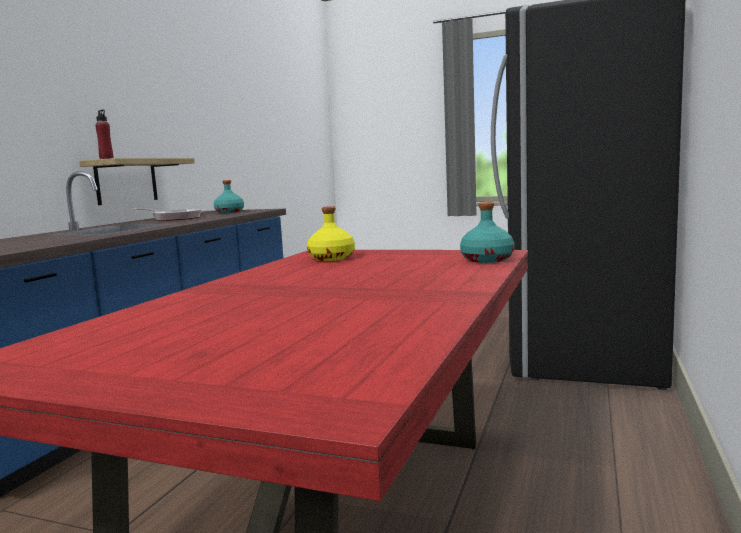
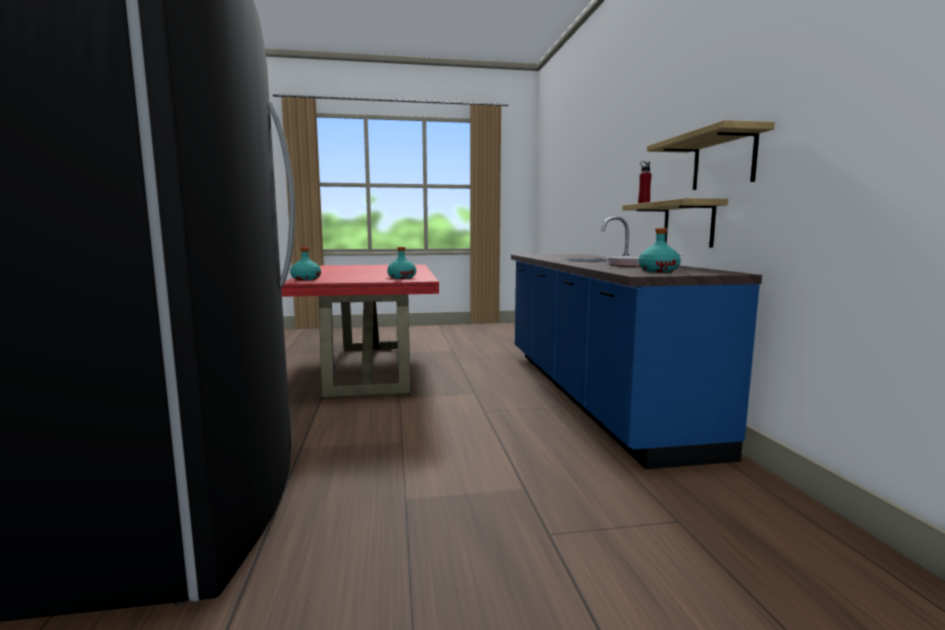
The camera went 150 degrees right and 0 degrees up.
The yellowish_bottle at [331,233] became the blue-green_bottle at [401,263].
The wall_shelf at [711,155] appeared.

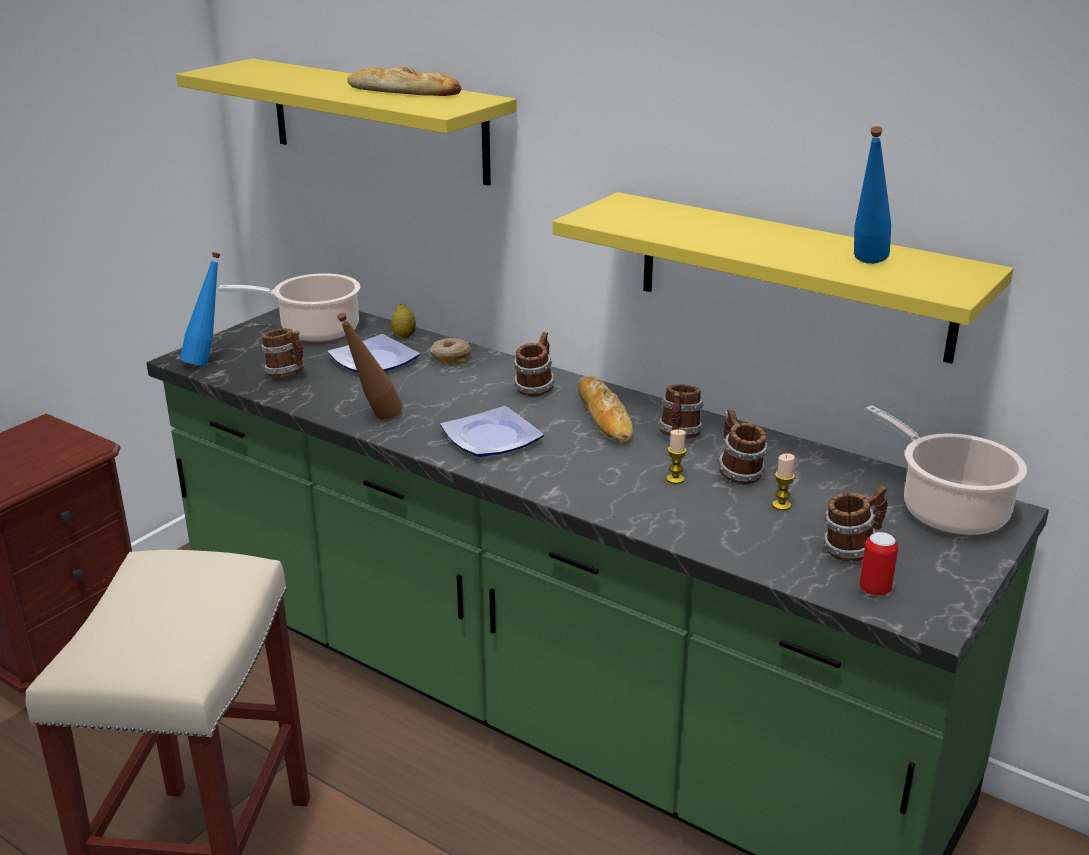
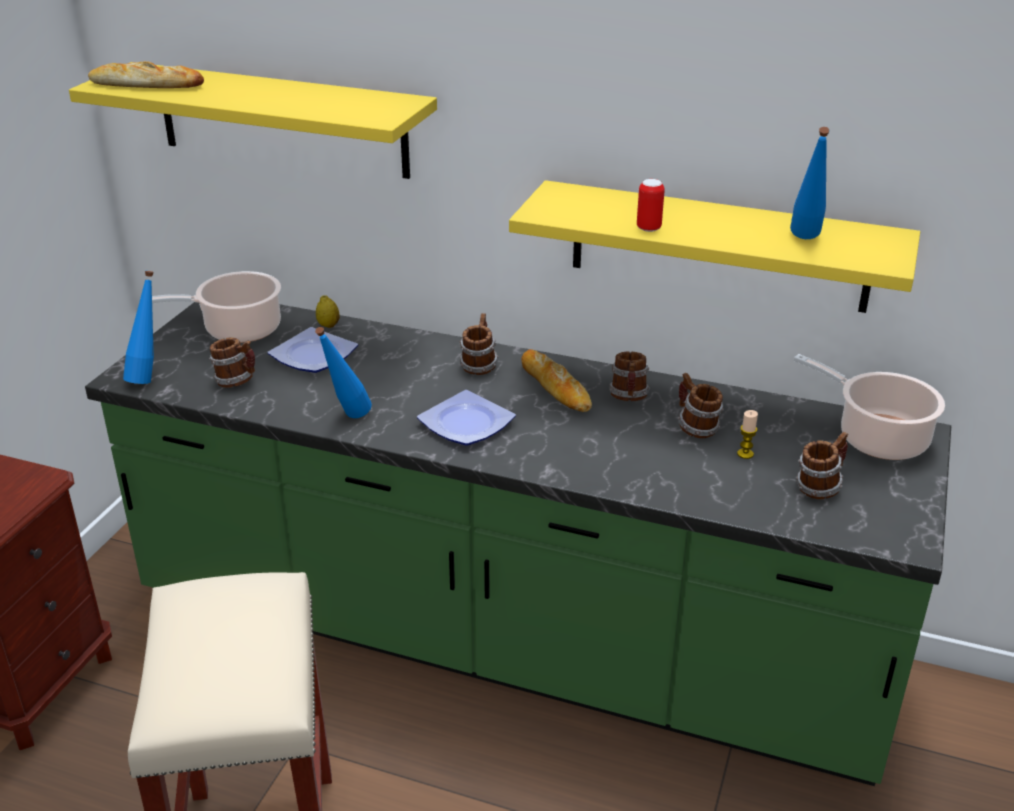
The camera went 15 degrees left and 5 degrees up.
The bakery_bread moved from [404,81] to [146,74].
The brown_bottle at [370,366] became the blue_bottle at [343,372].
The sealed_can moved from [879,564] to [651,205].
The ring_doughnut at [450,351] disappeared.
The candle at [676,457] disappeared.

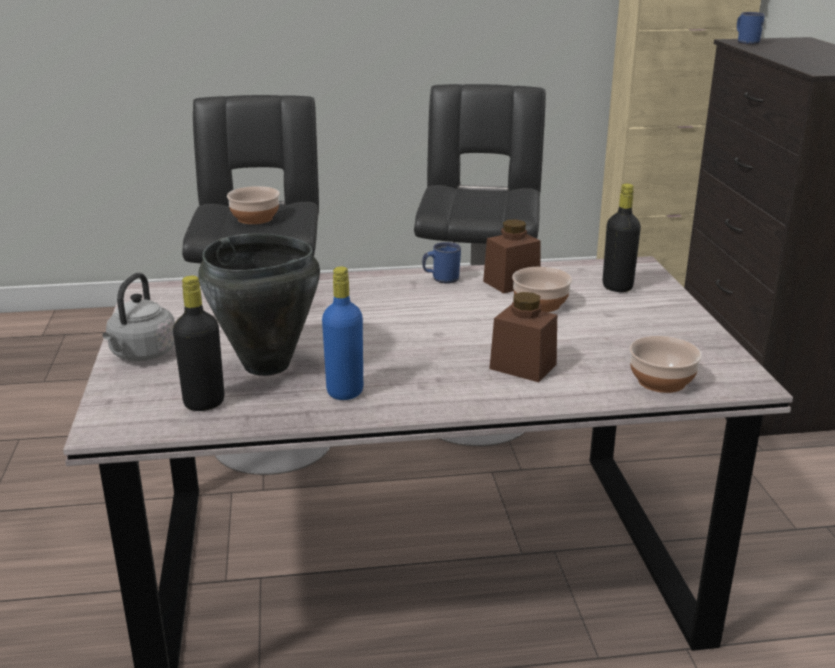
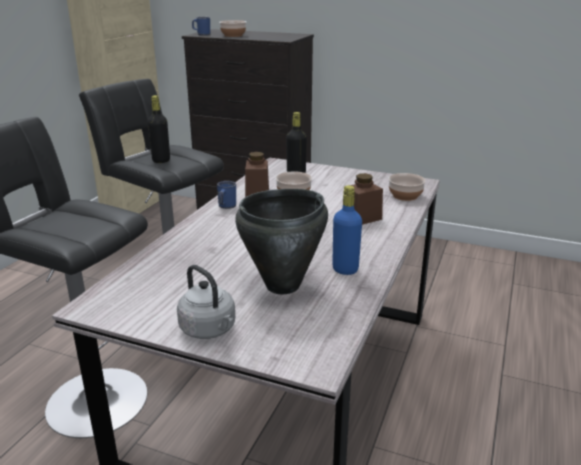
The camera went 60 degrees left and 0 degrees up.
The black_bottle moved from [198,343] to [158,129].
The deep_dish moved from [253,205] to [232,28].

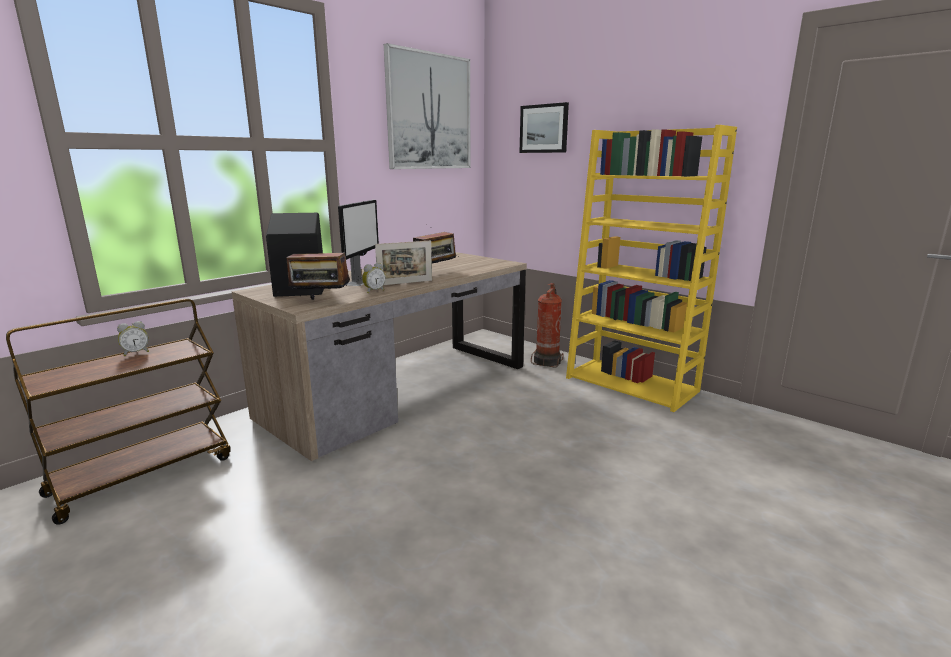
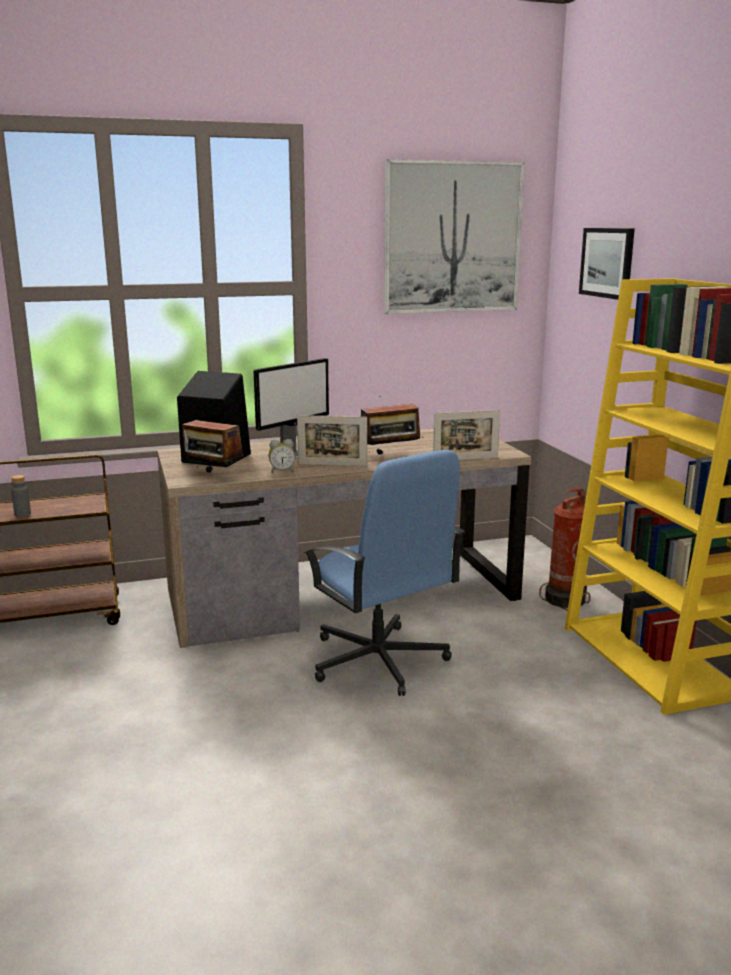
The camera went 30 degrees right and 0 degrees up.
The greyish_bottle at [21,496] appeared.
The blue_office_chair at [384,573] appeared.
The picture_frame at [466,435] appeared.
The bedside_clock at [133,338] disappeared.

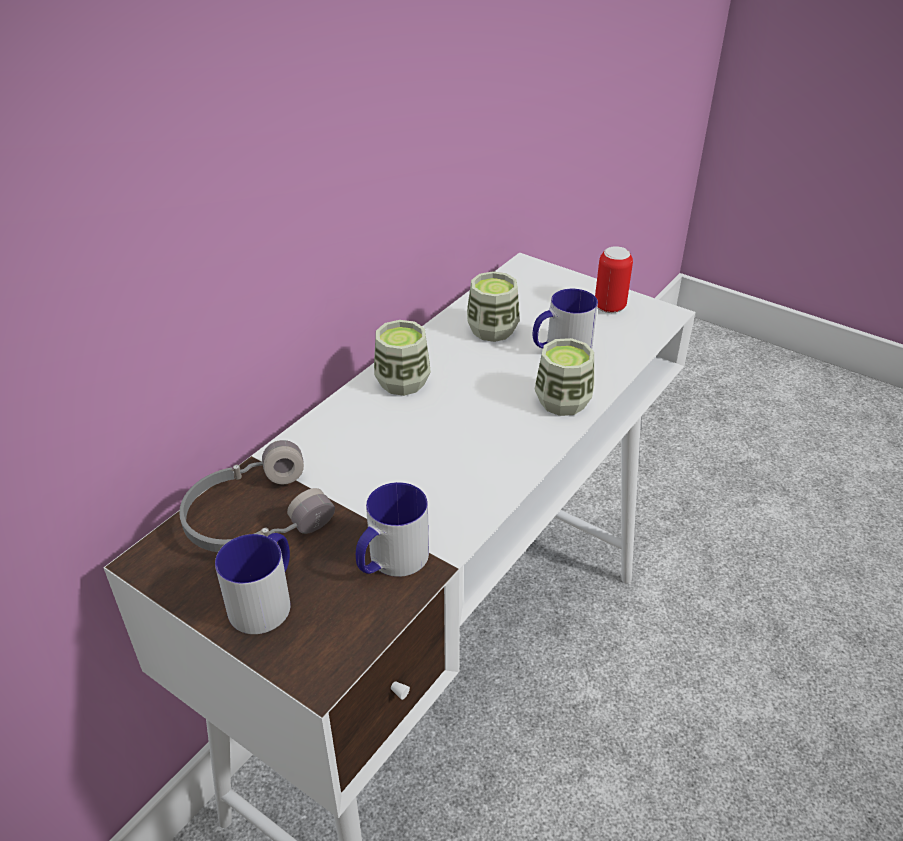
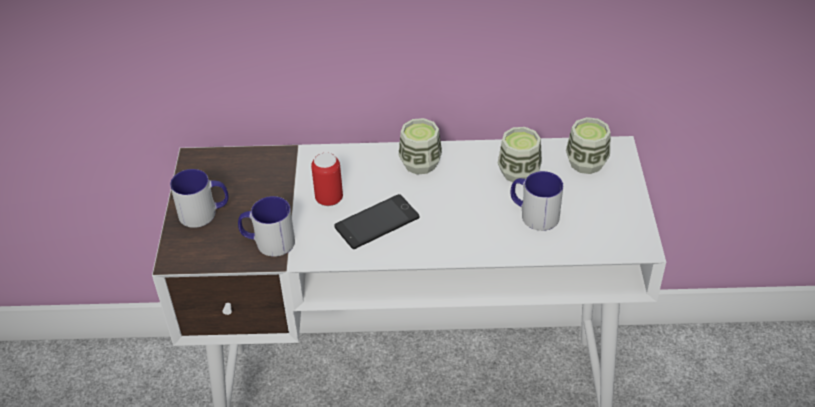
The camera went 55 degrees right and 5 degrees up.
The sealed_can moved from [614,279] to [327,179].
The telephone at [376,221] appeared.
The drinking_cup moved from [564,377] to [588,145].
The greyish_pair_of_headphones at [257,496] disappeared.

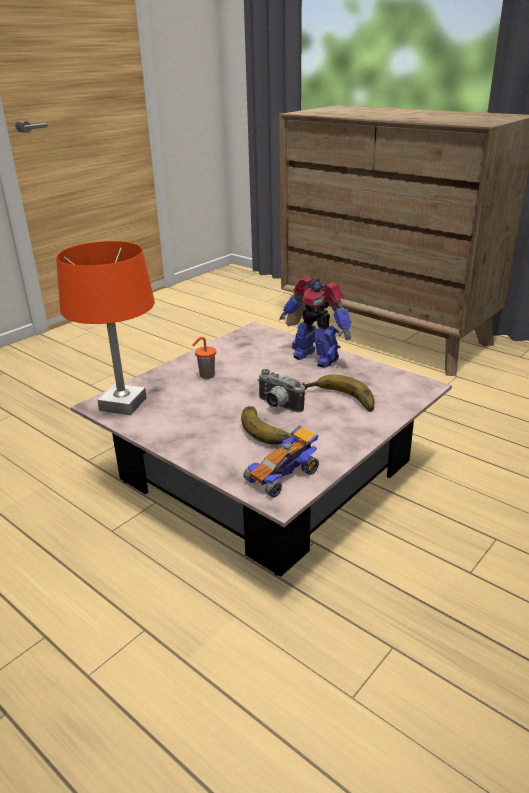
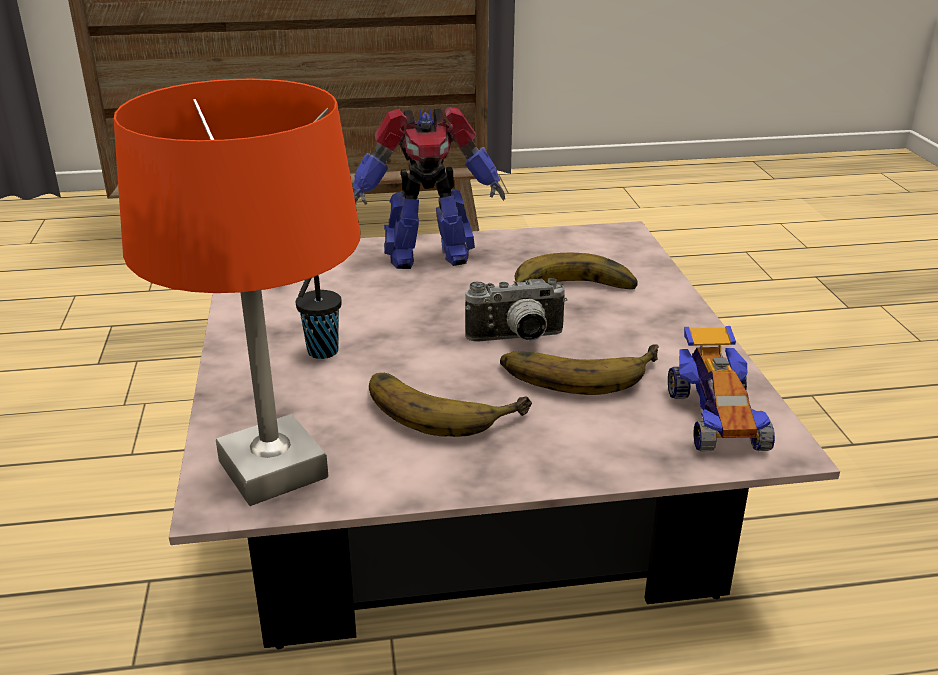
The camera went 50 degrees left and 0 degrees up.
The orange-coloured_drinking_cup at [204,358] became the black_drinking_cup at [319,317].
The banana at [450,405] appeared.

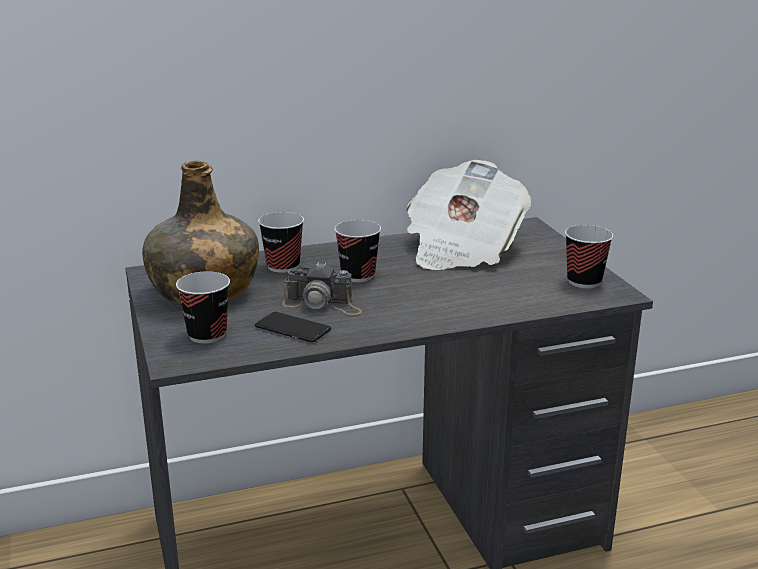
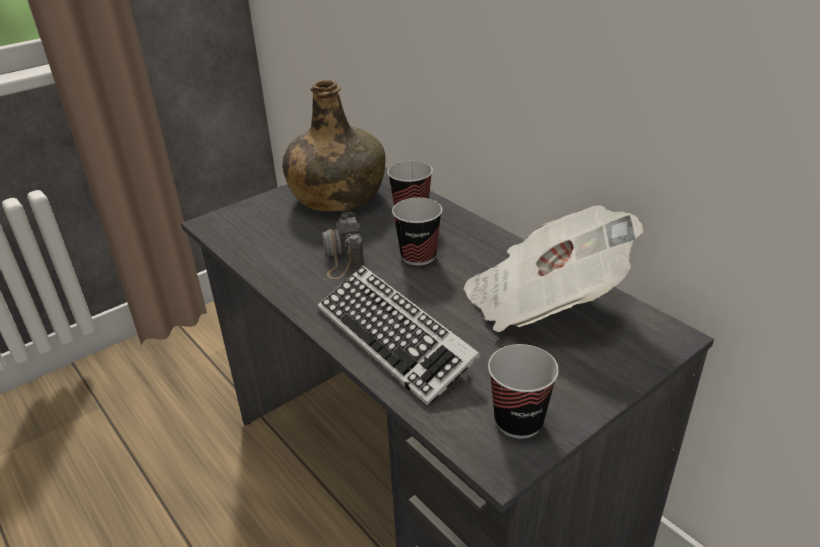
The camera went 70 degrees right and 10 degrees up.
The computer_keyboard at [399,336] appeared.
The drinking_cup at [203,307] disappeared.
The telephone at [293,327] disappeared.

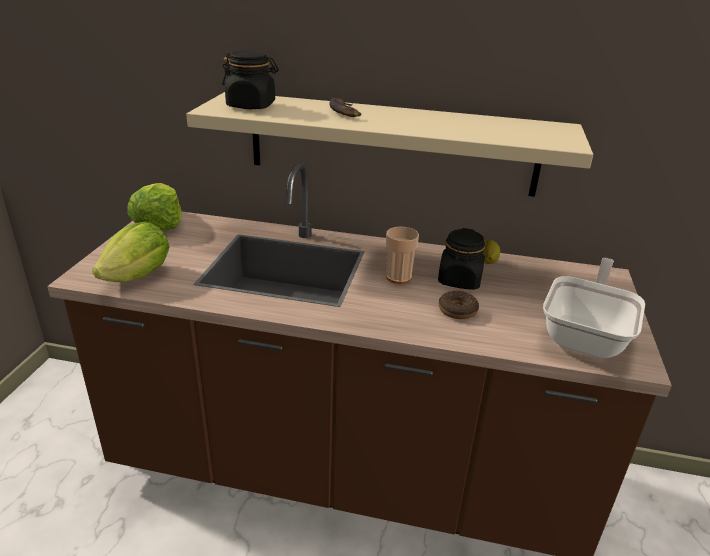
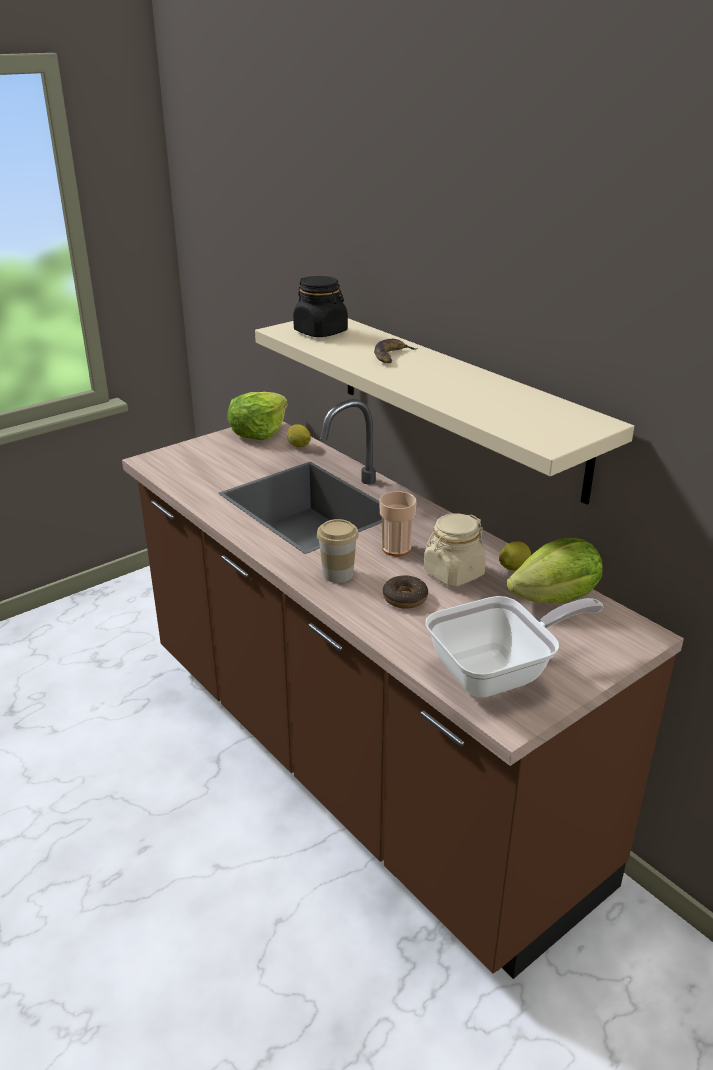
The camera went 40 degrees right and 0 degrees up.
The lemon at [299,435] appeared.
The drinking_cup at [338,551] appeared.
The black_storage_jar at [461,259] became the beige_storage_jar at [455,550].
The lettuce moved from [130,252] to [555,570].

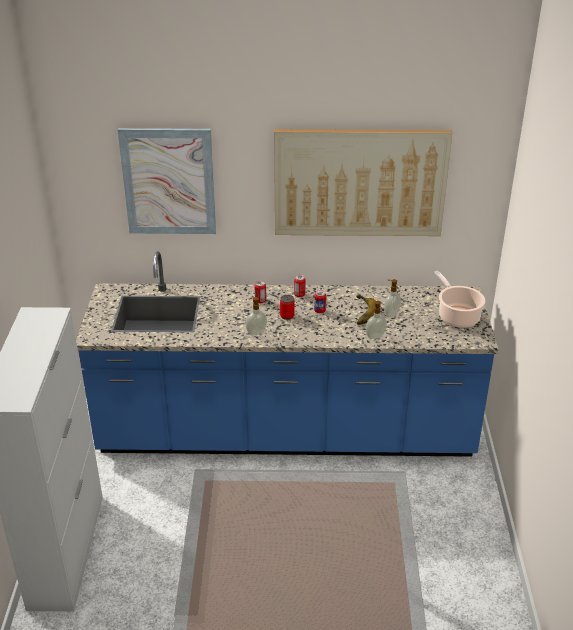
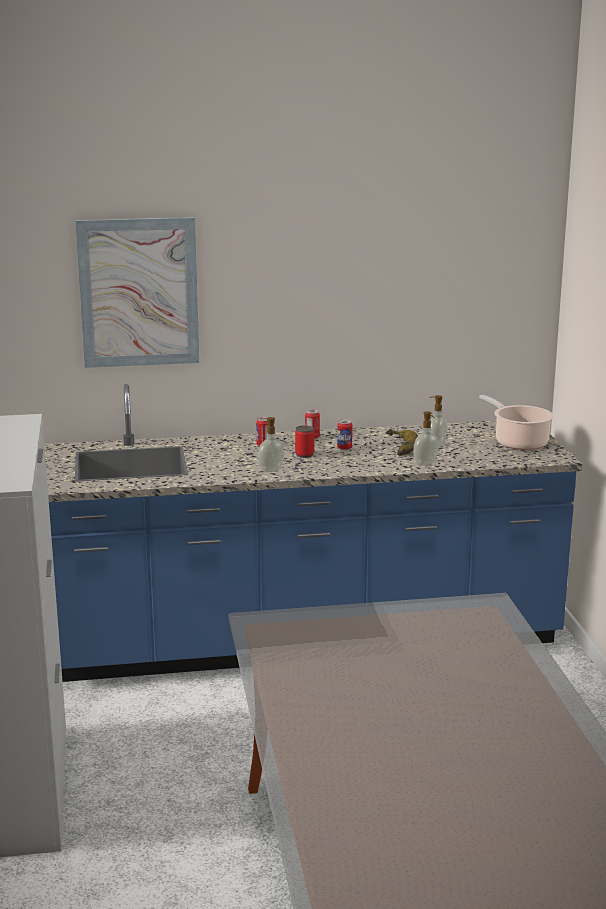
The camera went 10 degrees left and 15 degrees down.
The wall_art at [363,182] disappeared.

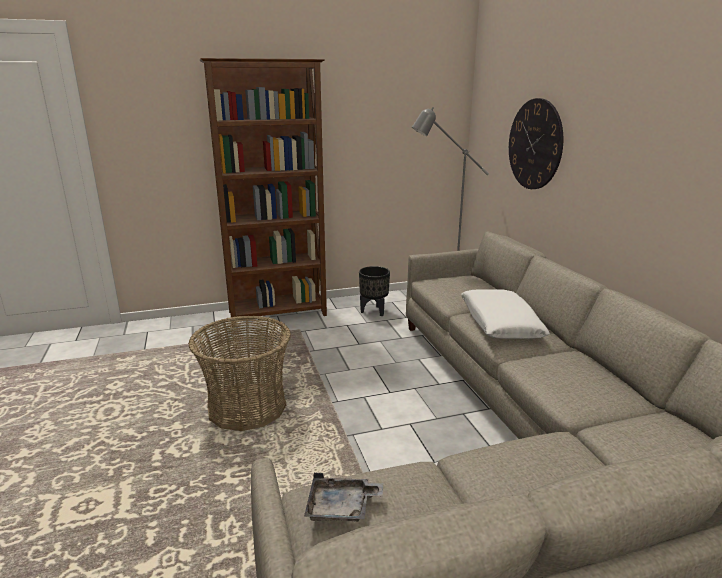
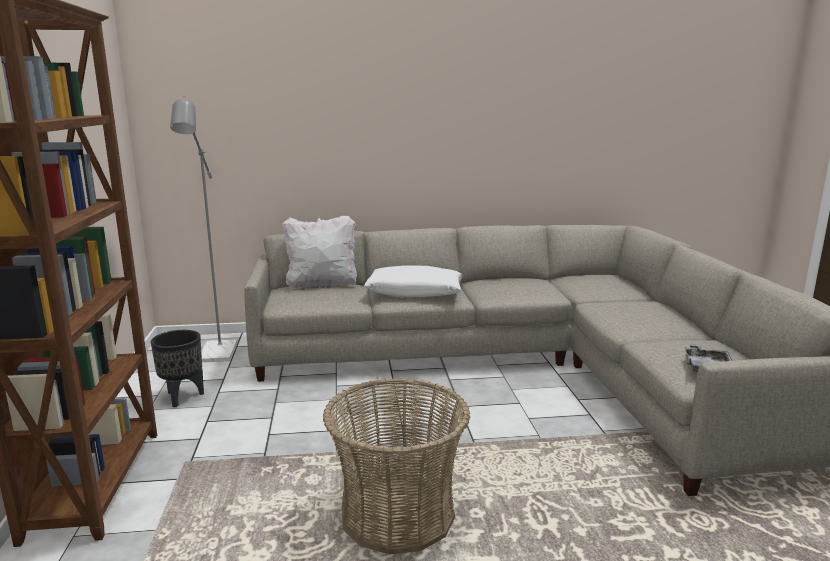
The camera went 80 degrees left and 5 degrees down.
The white-coloured_pillow at [320,253] appeared.
The wall_clock at [536,143] disappeared.

